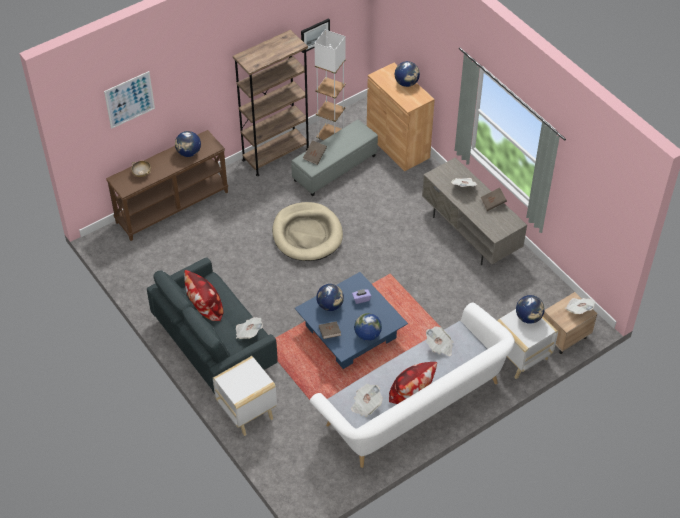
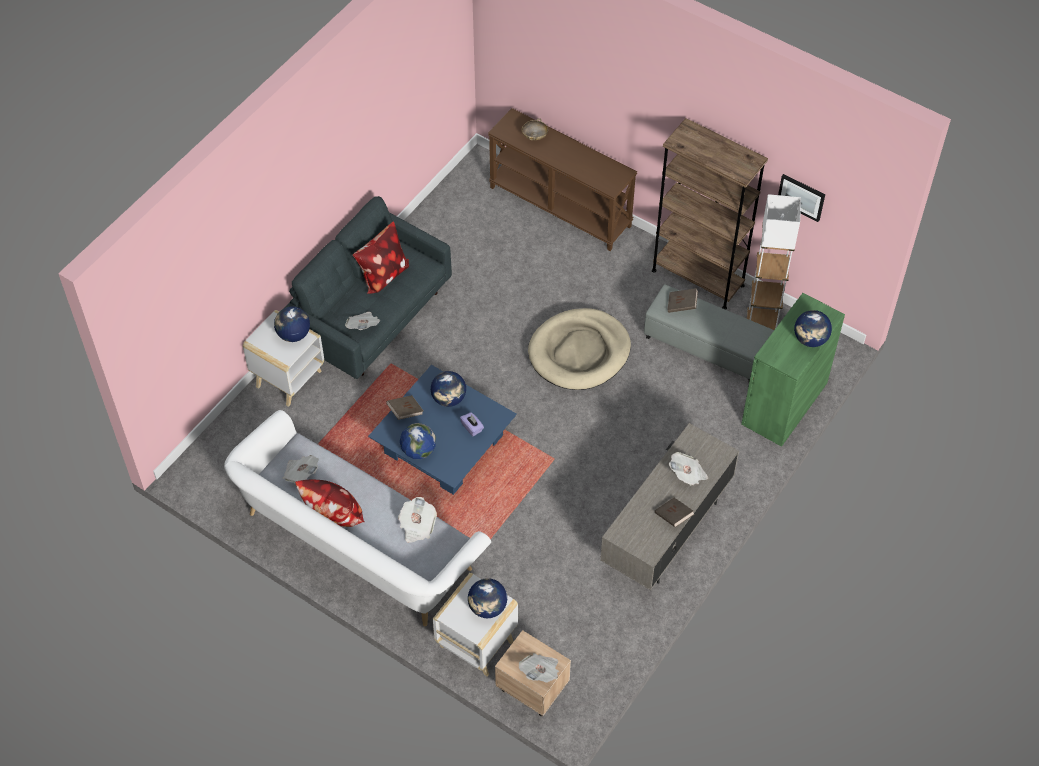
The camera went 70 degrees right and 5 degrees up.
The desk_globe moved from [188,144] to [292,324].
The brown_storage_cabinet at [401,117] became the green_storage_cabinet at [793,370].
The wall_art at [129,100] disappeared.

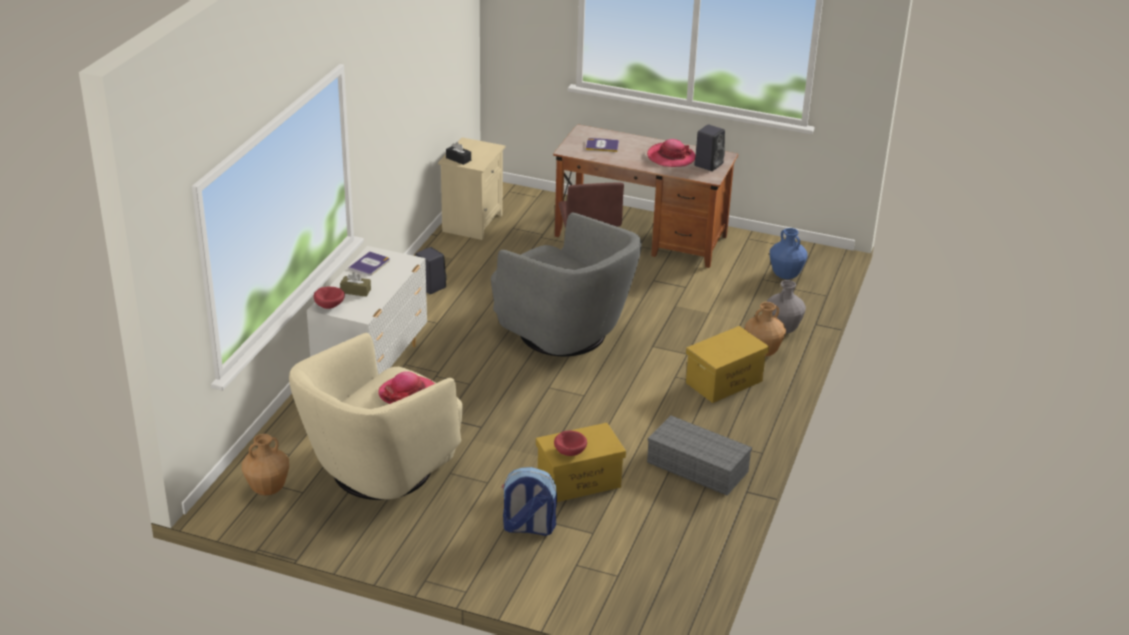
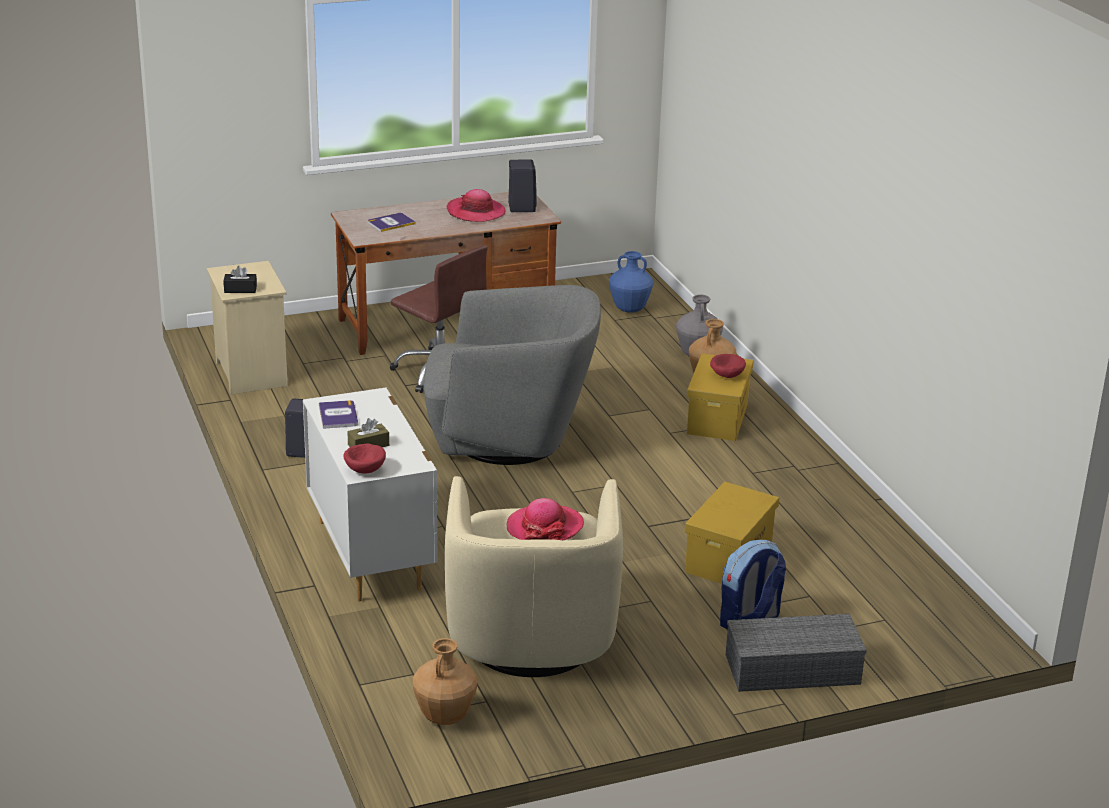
The camera went 40 degrees left and 5 degrees down.
The reddish_deep_dish moved from [570,443] to [728,366].
The greyish_storage_bin moved from [699,455] to [796,653].

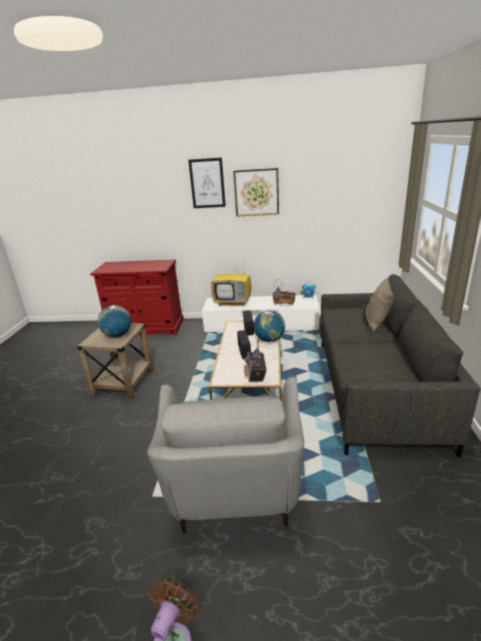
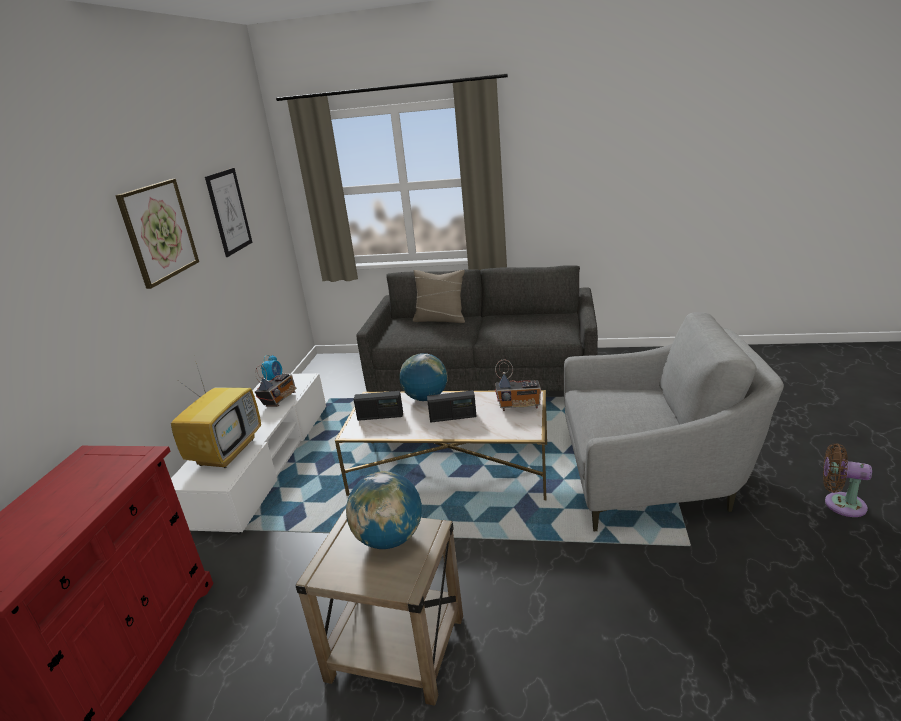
The camera went 85 degrees left and 0 degrees up.
The wall_art moved from [207,183] to [229,212].

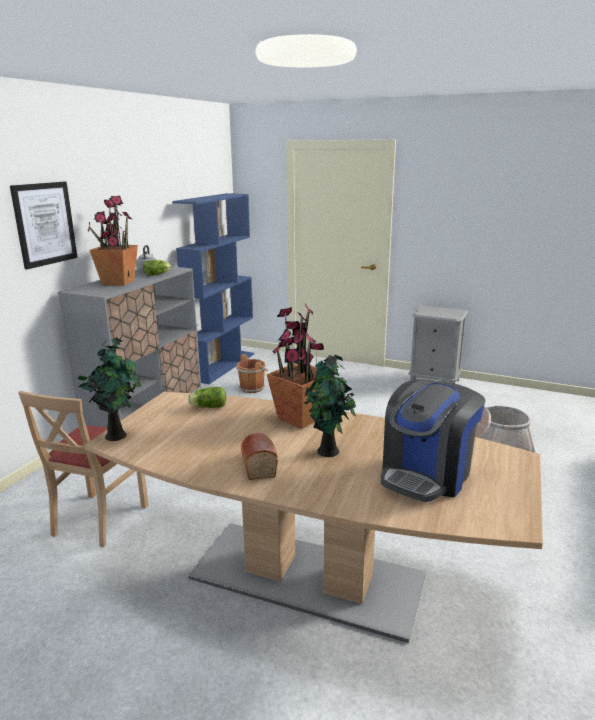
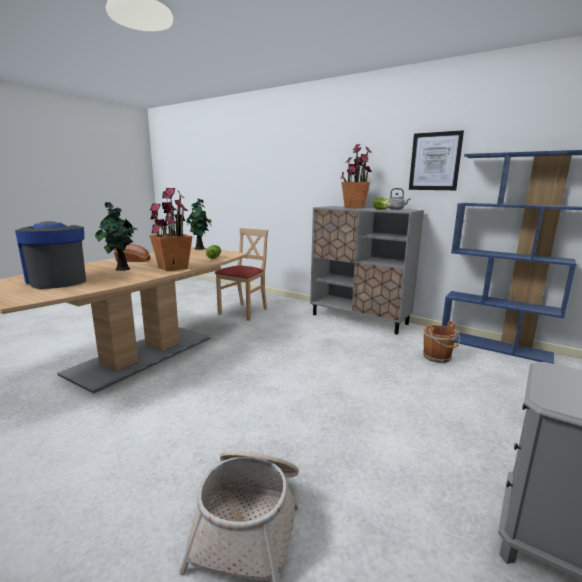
The camera went 100 degrees right and 5 degrees down.
The beige_chair at [83,469] turned 90 degrees clockwise.
The wall_art moved from [44,225] to [436,160].

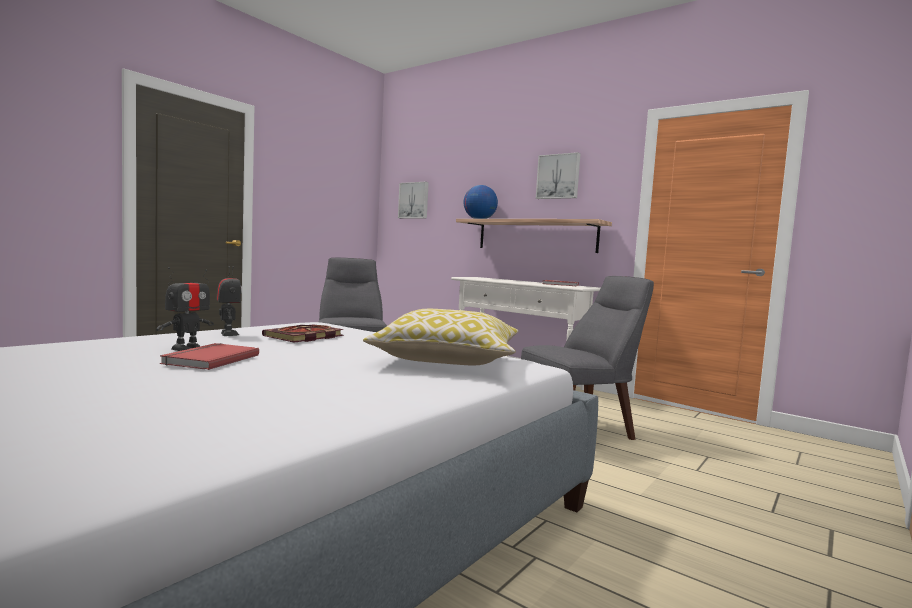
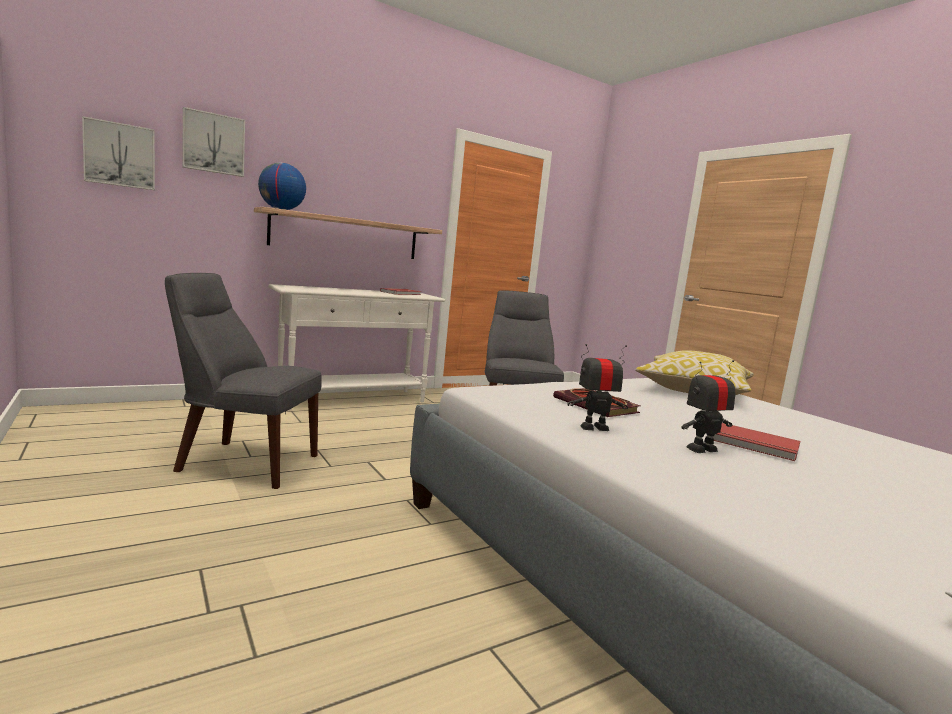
The camera went 70 degrees left and 5 degrees up.
The wall_art moved from [558,175] to [213,142].
The toy_robot at [185,309] turned 75 degrees counterclockwise.

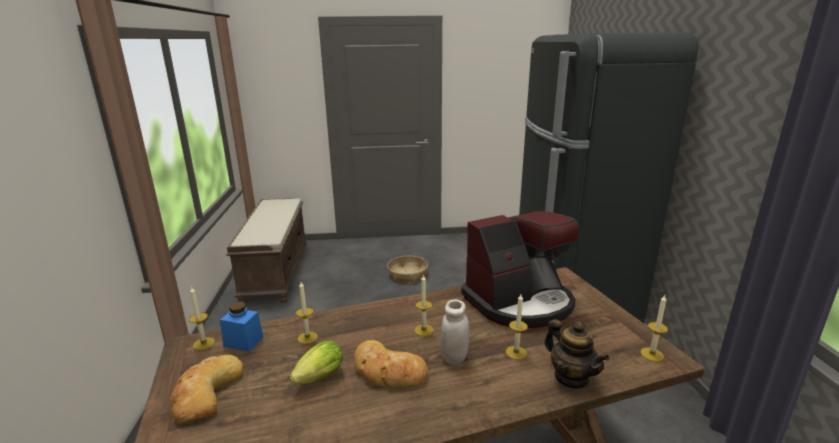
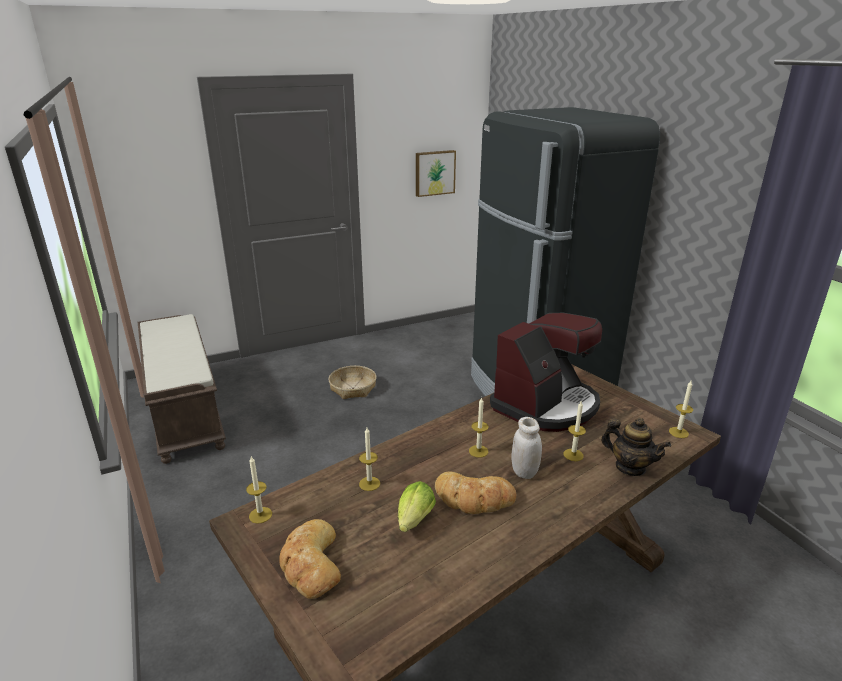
The camera went 20 degrees left and 5 degrees up.
The wall_art at [436,173] appeared.
The blue_storage_jar at [242,327] disappeared.

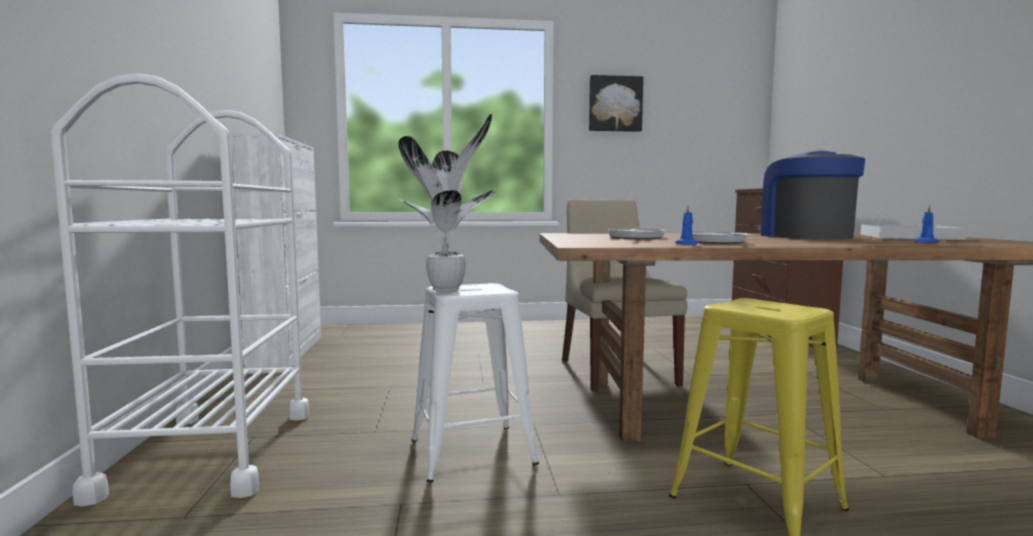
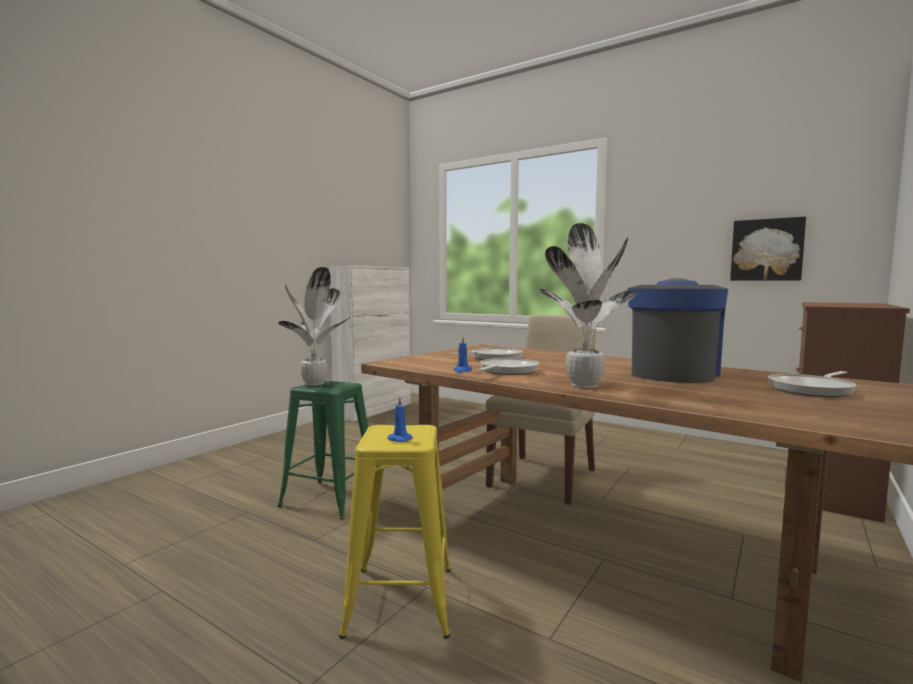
The camera went 40 degrees right and 0 degrees up.
The white-coloured_sitting_stool at [475,382] became the green_sitting_stool at [322,450].
The blue_candle moved from [927,224] to [400,419].
The houseplant at [588,305] appeared.
The wall_art moved from [616,103] to [768,249].
The white-coloured_serving_tray at [914,232] was replaced by the skillet at [812,384].
The white-coloured_trolley at [180,290] disappeared.

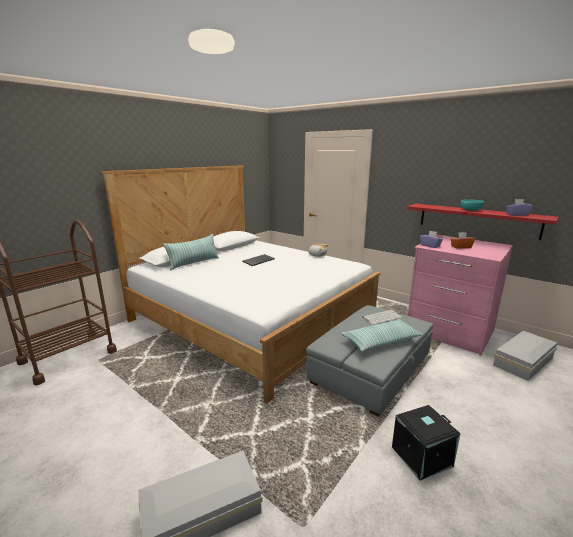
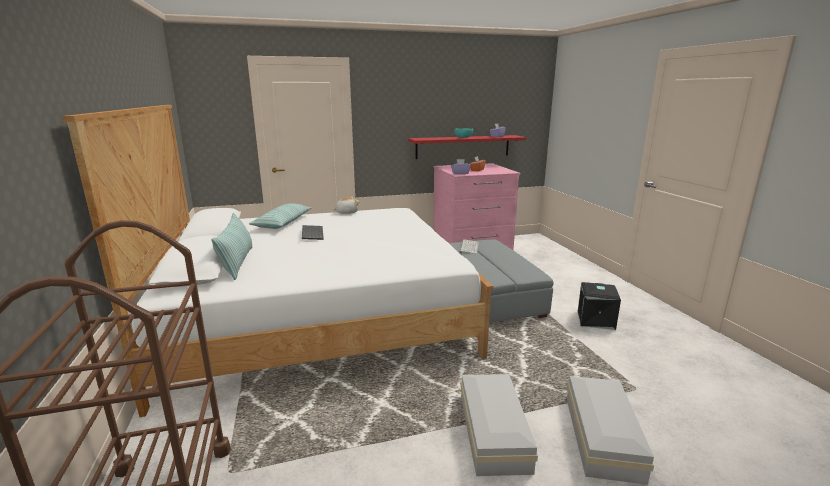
The camera went 55 degrees left and 0 degrees up.
The pillow moved from [382,335] to [280,216].
The white-coloured_storage_bin moved from [525,356] to [499,425].

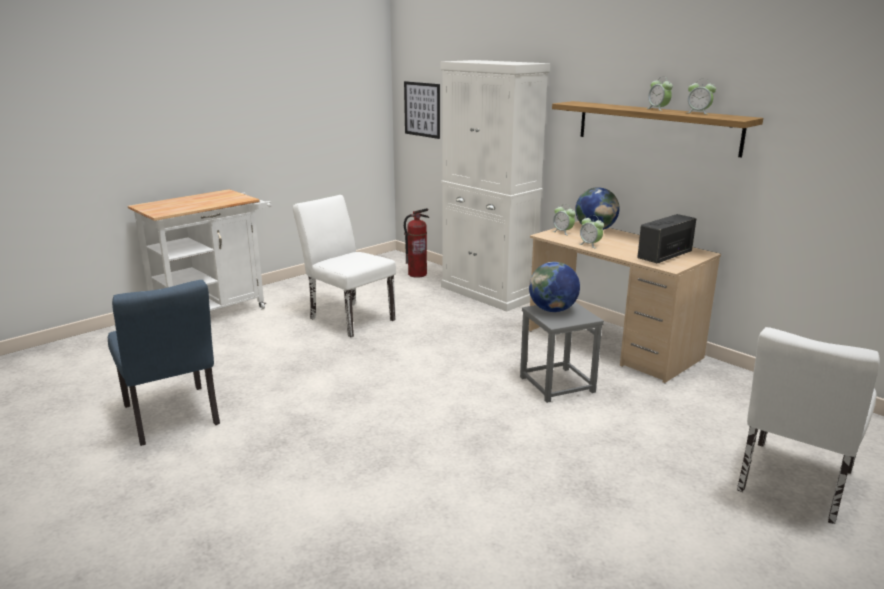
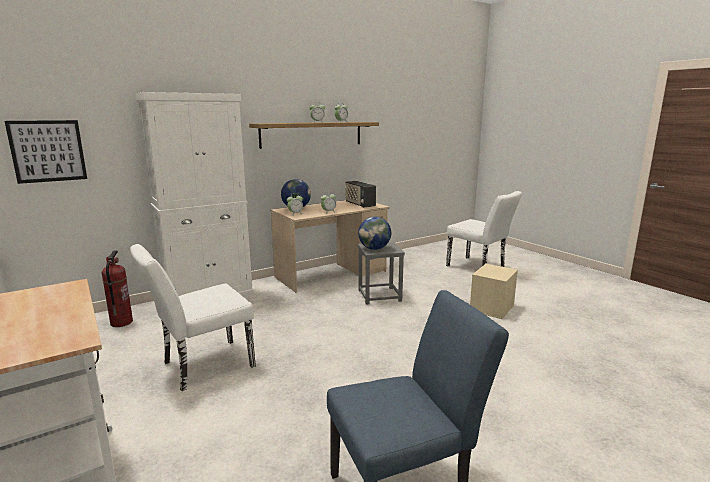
The camera went 80 degrees left and 5 degrees down.
The beige_storage_bin at [494,291] appeared.

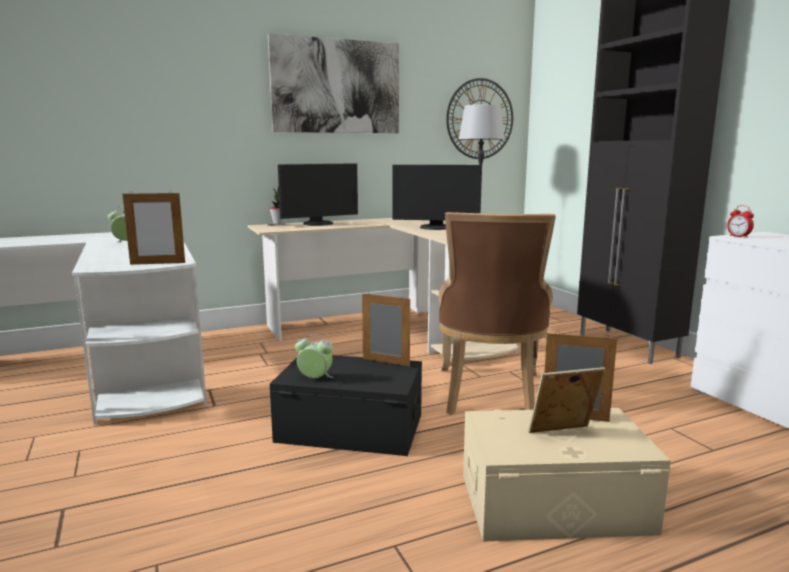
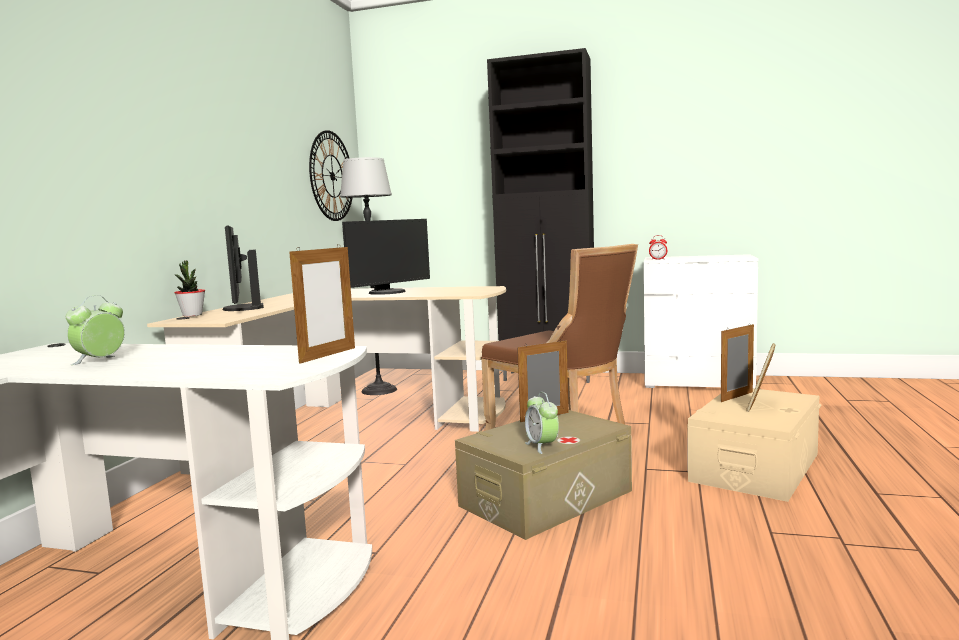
The camera went 50 degrees left and 5 degrees down.
The computer_display at [318,194] turned 150 degrees clockwise.
The black_storage_bin at [346,405] became the beige_storage_bin at [543,475].
The bedside_clock at [314,356] turned 75 degrees counterclockwise.
The wall_art at [333,83] disappeared.

